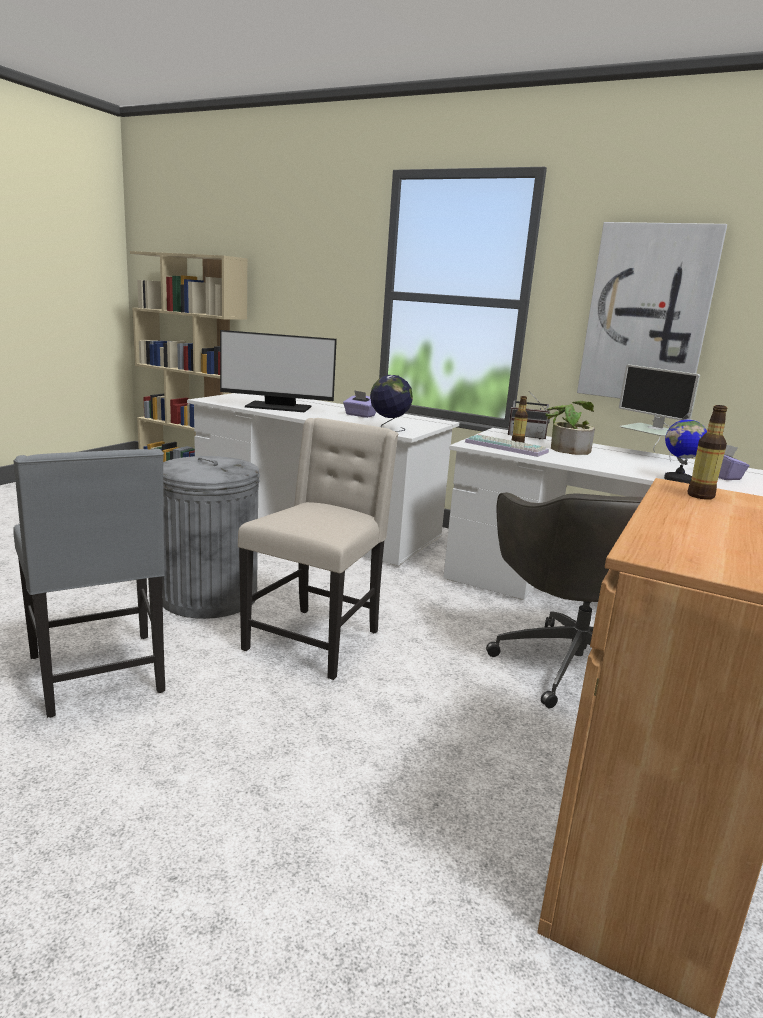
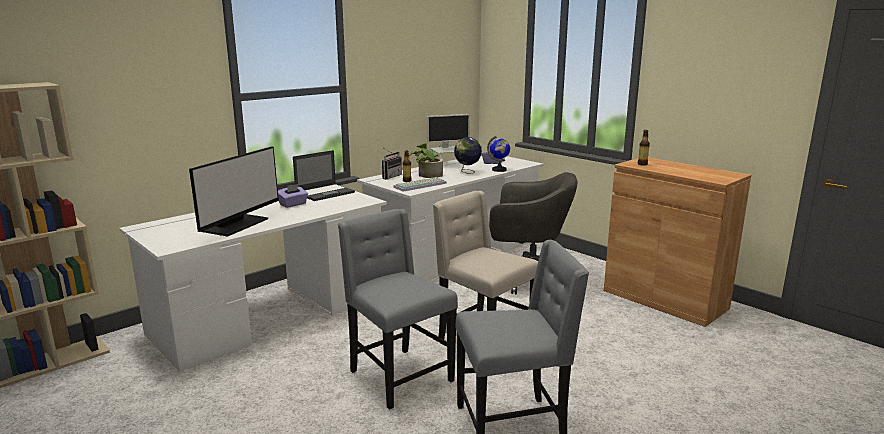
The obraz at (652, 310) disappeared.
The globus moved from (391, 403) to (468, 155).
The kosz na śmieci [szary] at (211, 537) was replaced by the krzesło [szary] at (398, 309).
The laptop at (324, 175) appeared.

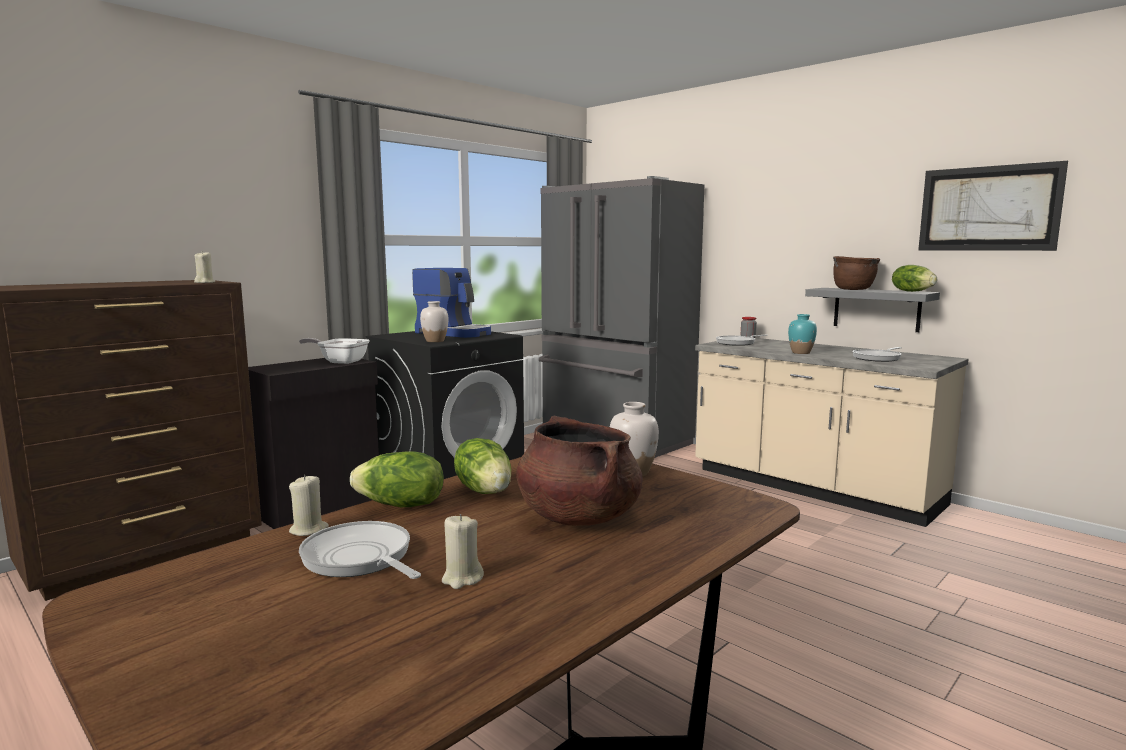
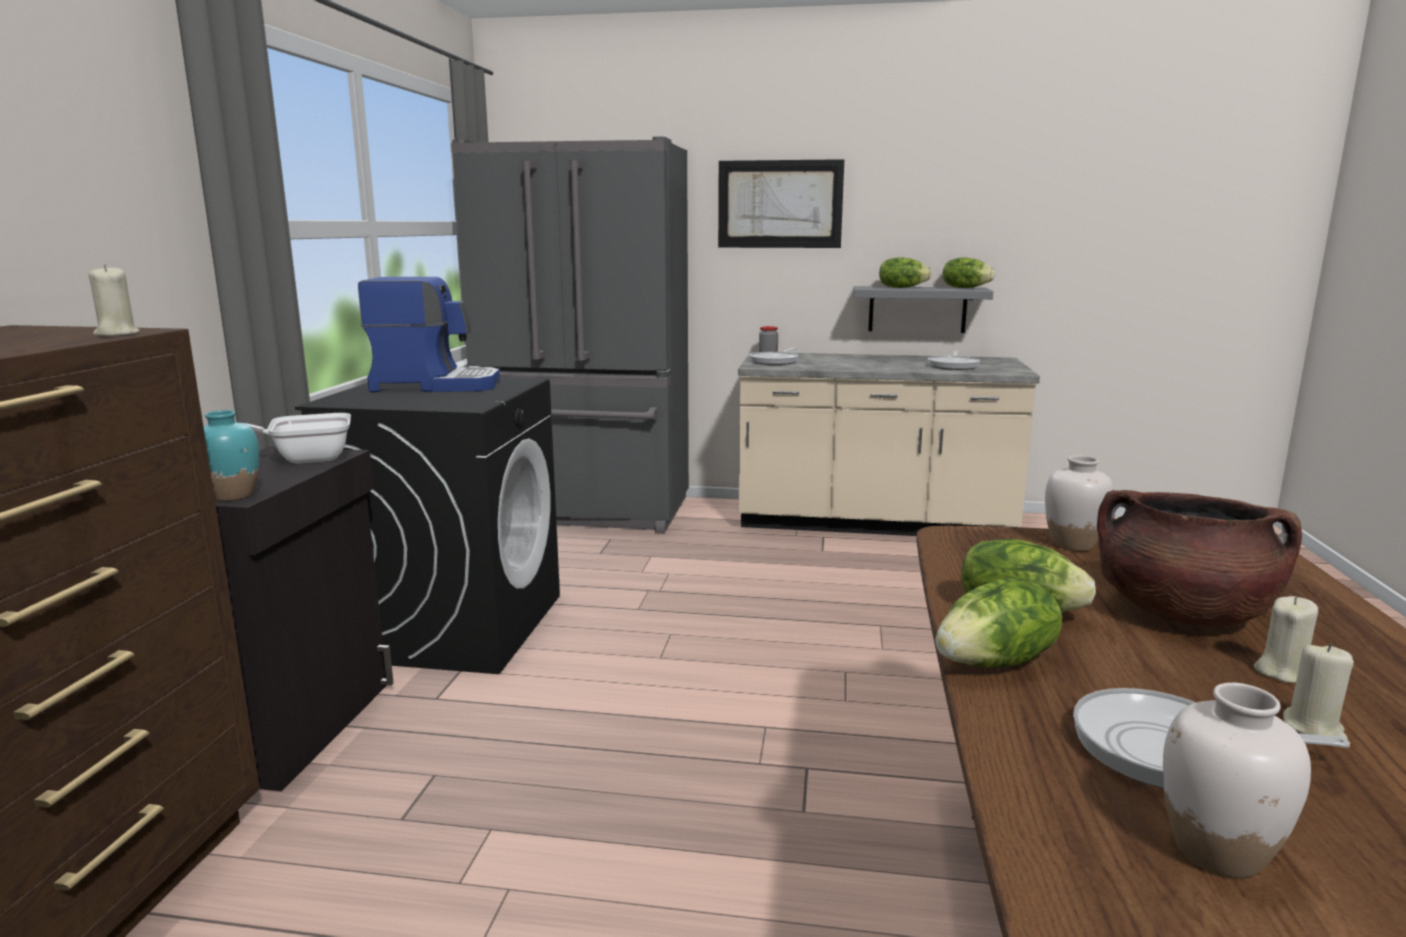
The obraz moved from (993, 206) to (781, 203).
The garnek [brązowy] at (856, 273) was replaced by the sałata at (905, 272).
The wazon [biały] moved from (434, 321) to (1237, 780).
The wazon [turkusowy] moved from (802, 334) to (231, 455).
The świeca [beżowy] moved from (309, 505) to (1286, 639).

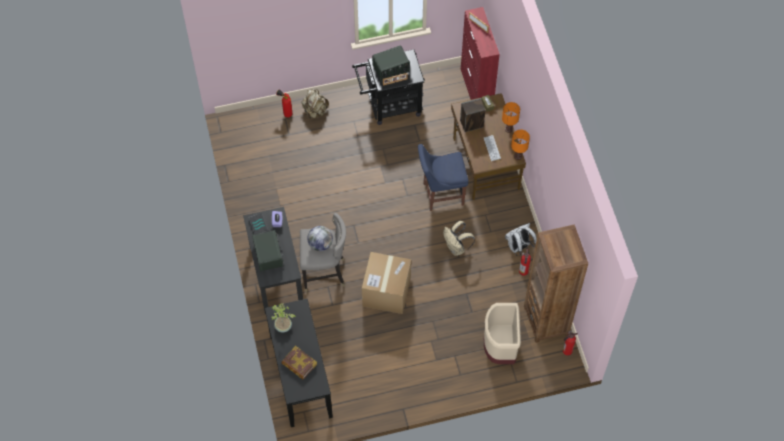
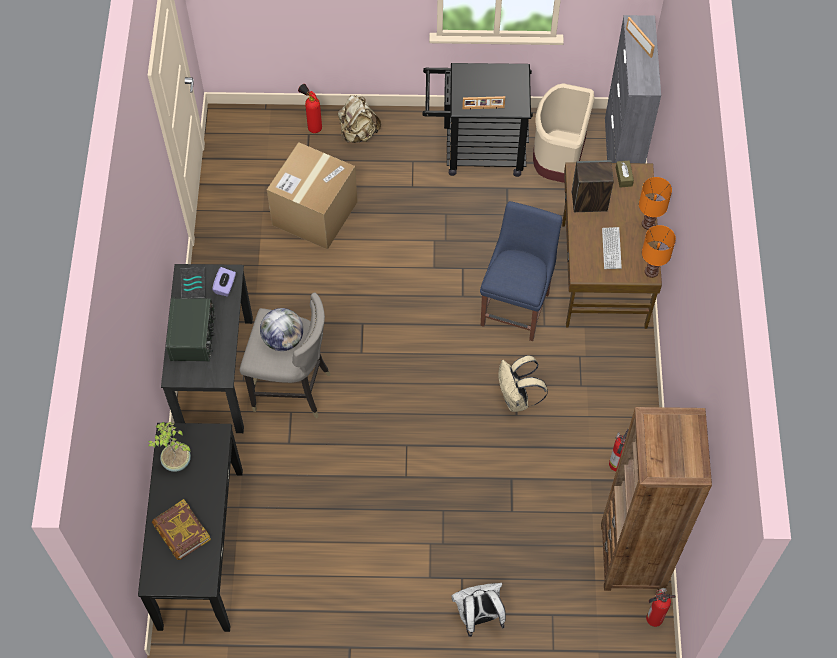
The szafka [czerwony] at (480, 53) became the szafka [szary] at (633, 89).
The radio at (391, 63) disappeared.
The krzesło [niebieski] at (443, 177) turned 105 degrees clockwise.
The plecak [biały] moved from (521, 239) to (479, 610).
The karton moved from (386, 283) to (312, 196).
The kosz na śmieci [beżowy] moved from (502, 333) to (563, 133).

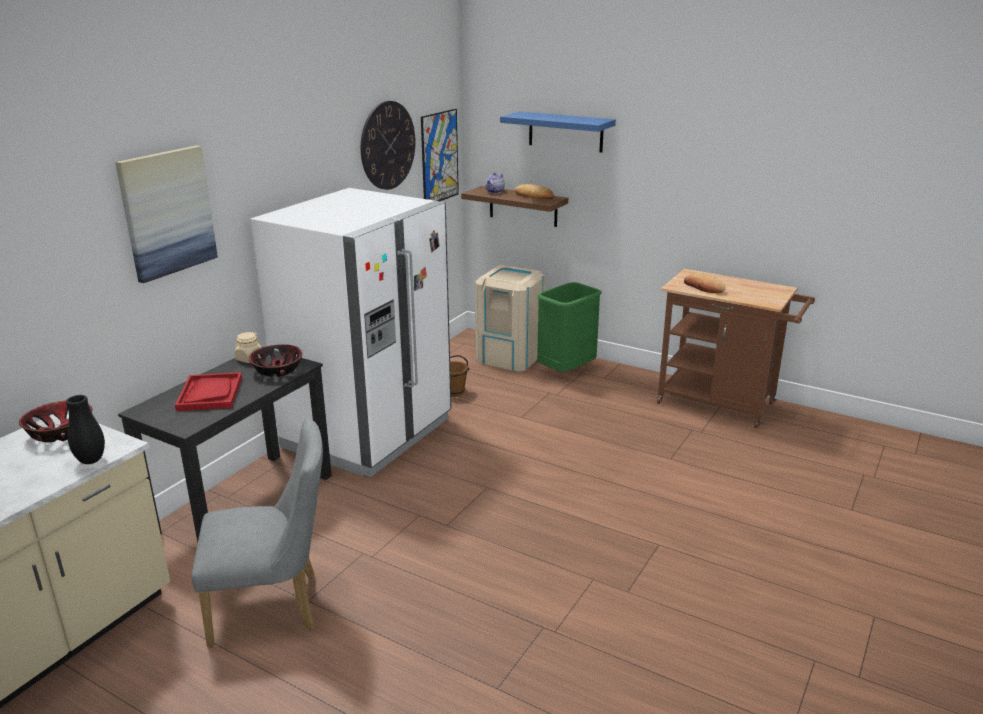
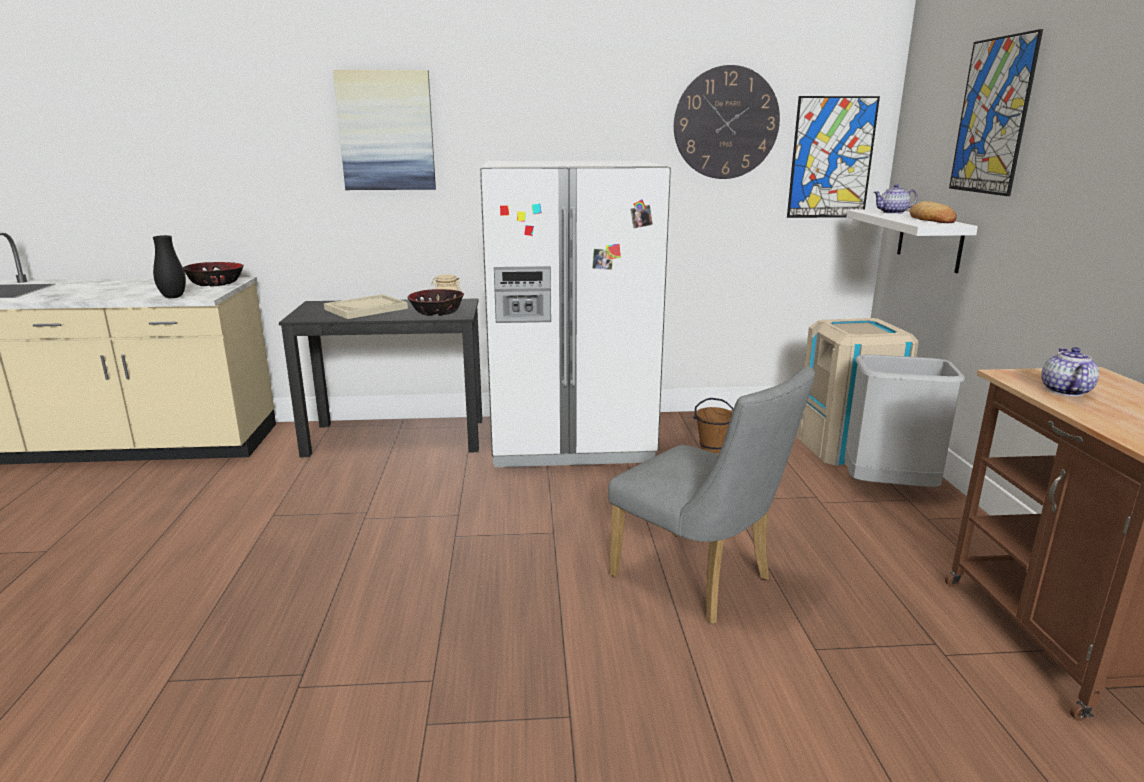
The półka [niebieski] at (558, 132) was replaced by the obraz at (996, 112).
The półka [brązowy] at (514, 206) became the półka [biały] at (912, 241).
The chleb at (704, 283) was replaced by the imbryk at (1070, 371).
The kosz na śmieci [zielony] at (569, 327) became the kosz na śmieci [szary] at (904, 421).
The taca [czerwony] at (208, 391) became the taca [beżowy] at (366, 306).
The krzesło [szary] moved from (257, 532) to (711, 495).

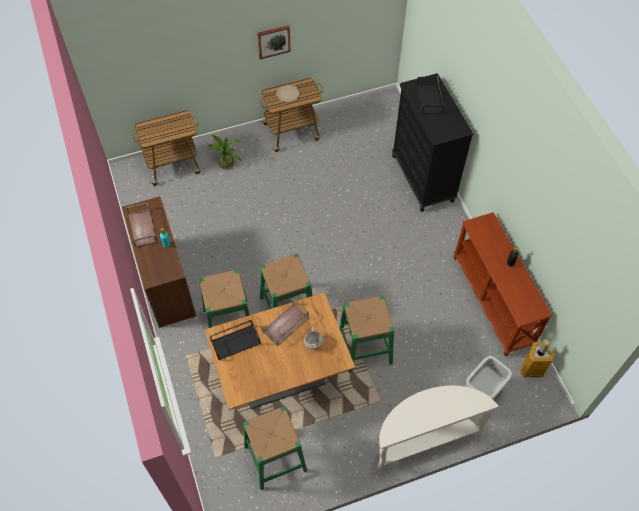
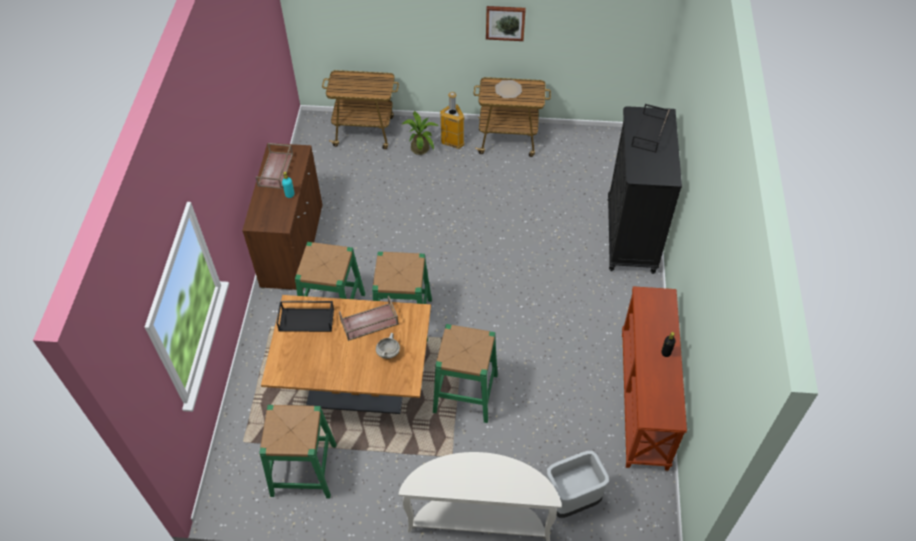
The kosz na śmieci moved from (537, 358) to (452, 120).

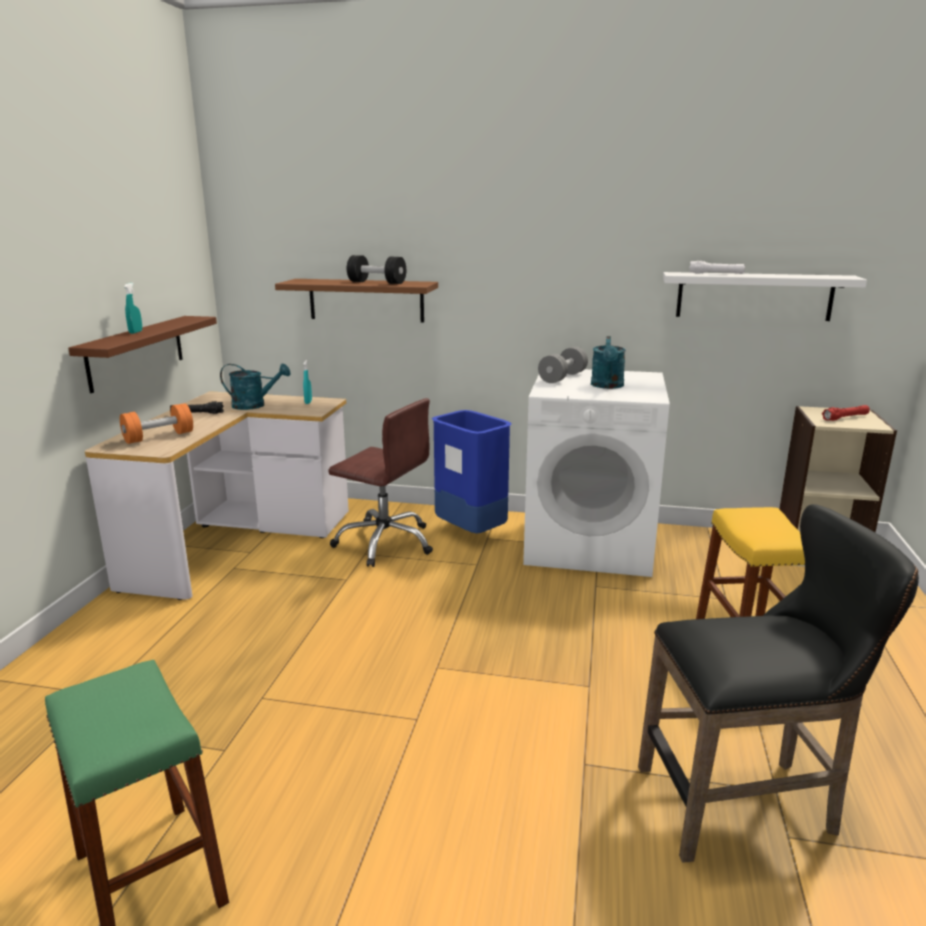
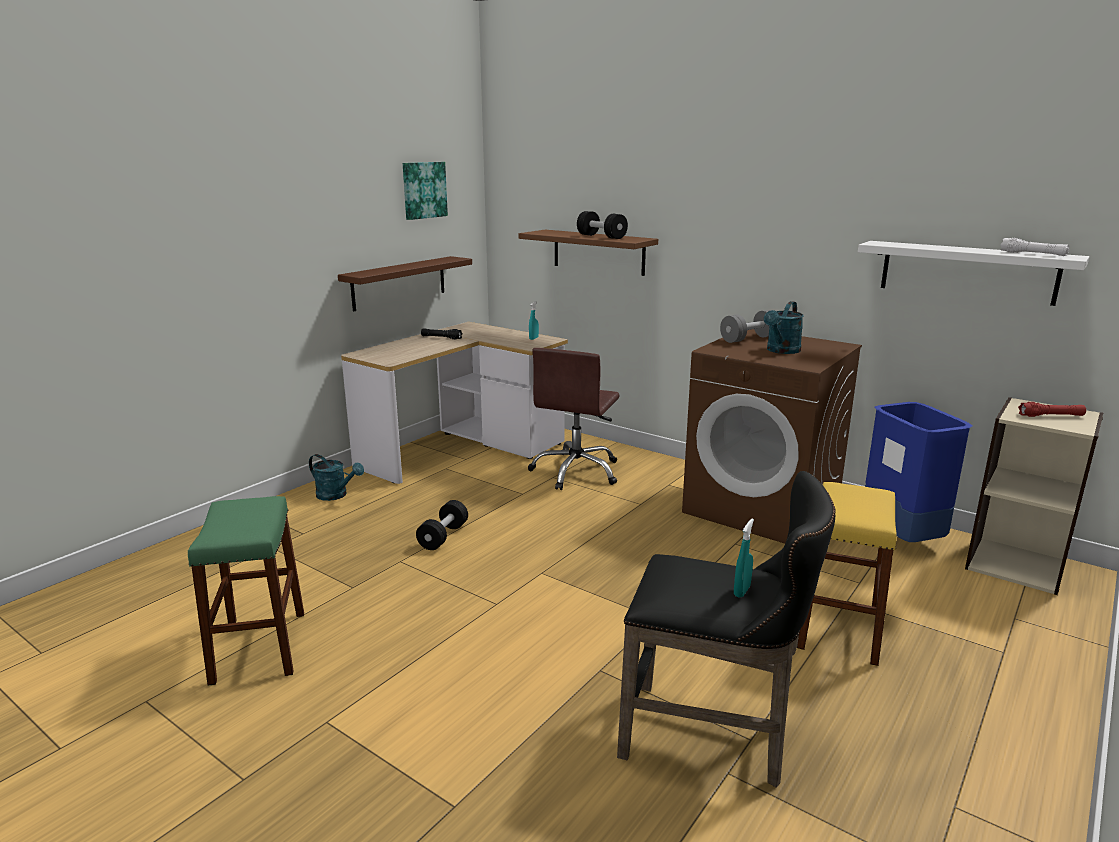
The latarka [biały] moved from (717, 267) to (1035, 247).
The spryskiwacz [turkusowy] moved from (133, 308) to (744, 558).
The konewka [turkusowy] moved from (255, 386) to (336, 477).
The pralka [biały] at (596, 473) became the pralka [brązowy] at (772, 436).
The krzesło biurowe [brązowy] at (380, 482) turned 60 degrees clockwise.
The hantel [pomarańczowy] at (156, 423) disappeared.
The kosz na śmieci [niebieski] moved from (471, 471) to (918, 472).
The obraz at (425, 191) appeared.
The hantel [czarny] at (442, 525) appeared.

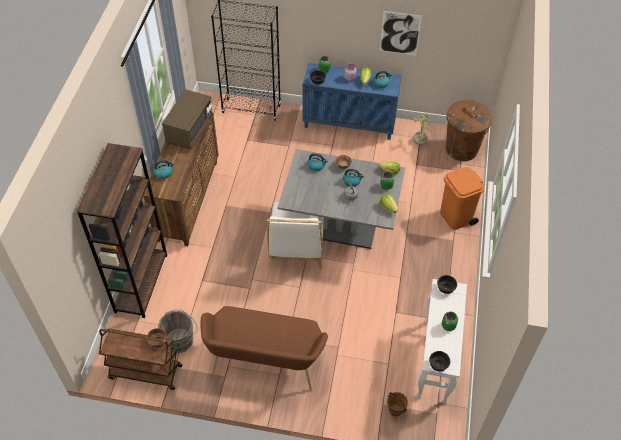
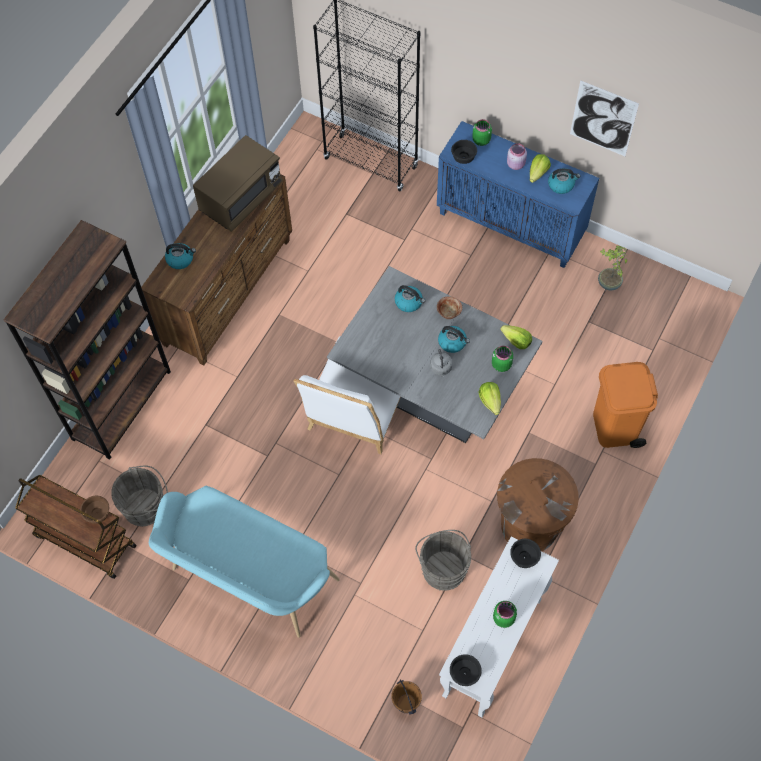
The kosz na śmieci [brązowy] moved from (469, 130) to (538, 504).
The ławka [brązowy] at (264, 348) became the ławka [turkusowy] at (244, 562).
The wiadro [szary] at (443, 560) appeared.

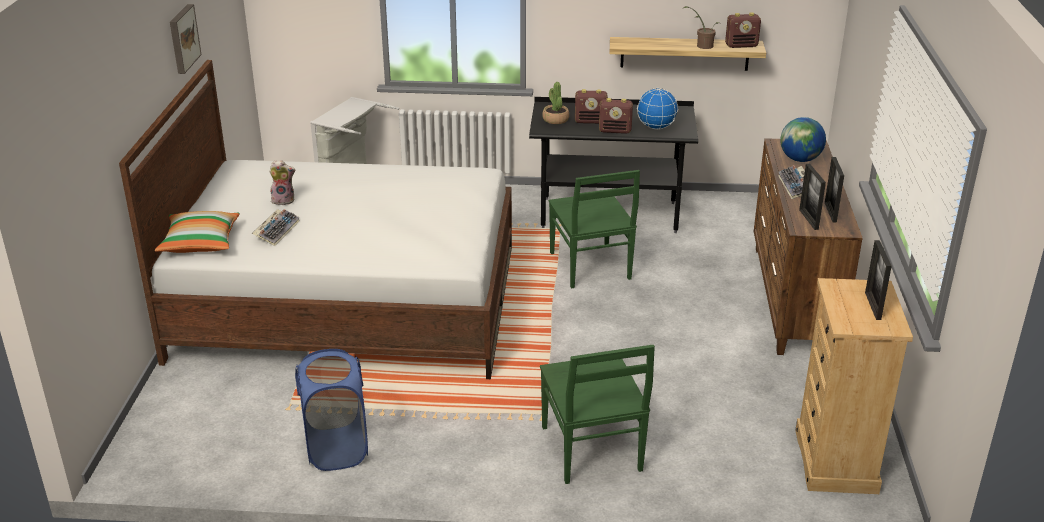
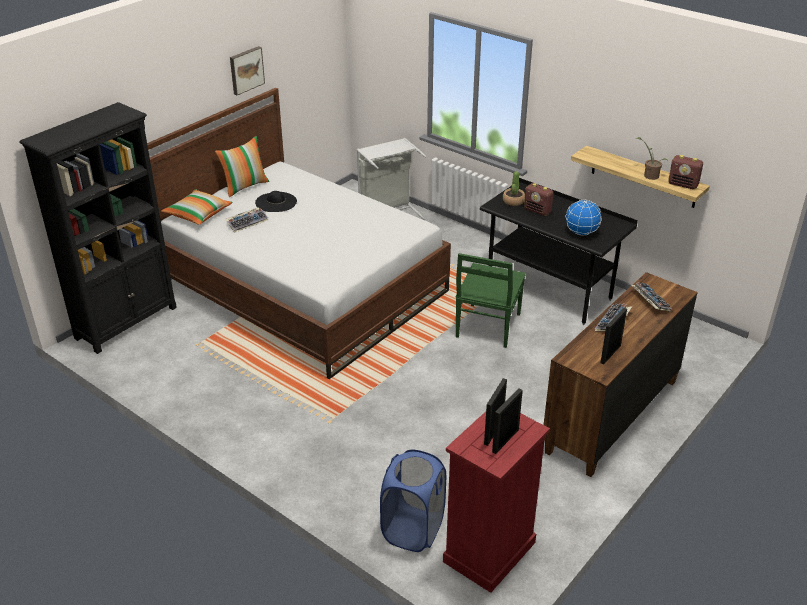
The radio at (616, 116) disappeared.
The globus at (803, 139) was replaced by the klawiatura at (651, 297).
The pluszak at (282, 182) was replaced by the kapelusz [czarny] at (276, 201).
The ramka na zdjęcie moved from (812, 197) to (495, 412).
The komoda [beżowy] at (854, 386) became the komoda [czerwony] at (496, 502).
The krzesło [zielony] at (597, 414) disappeared.
The kosz na pranie [niebieski] moved from (331, 410) to (413, 501).
The regał [czarny] at (98, 228) appeared.
The poduszka at (242, 166) appeared.

